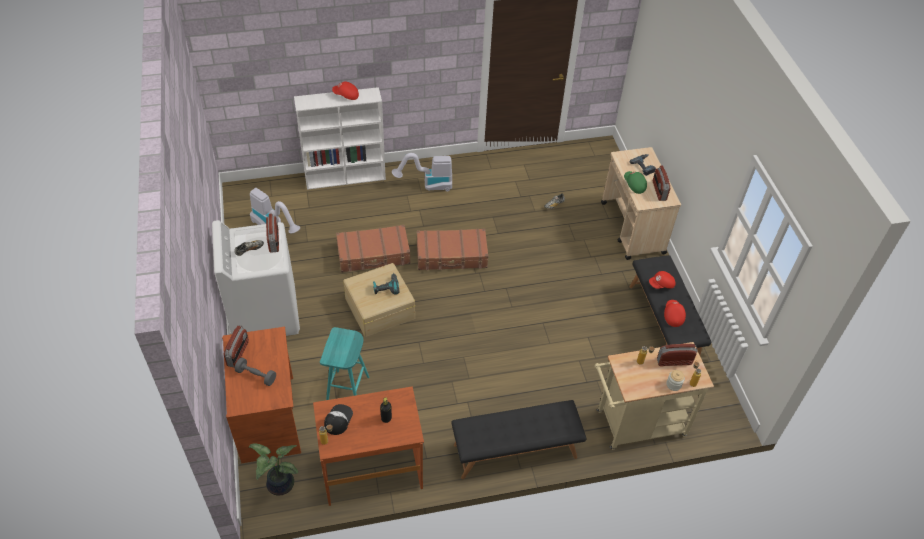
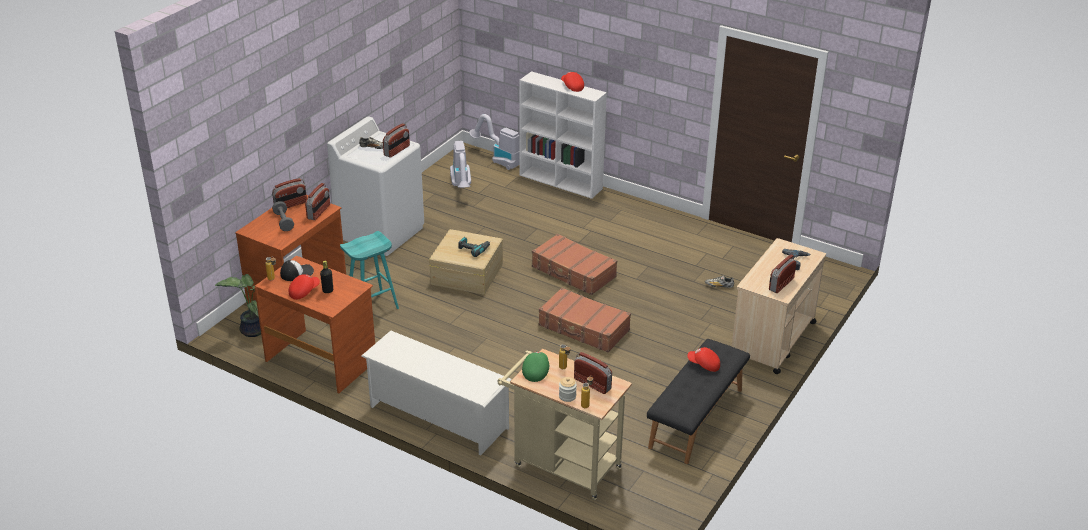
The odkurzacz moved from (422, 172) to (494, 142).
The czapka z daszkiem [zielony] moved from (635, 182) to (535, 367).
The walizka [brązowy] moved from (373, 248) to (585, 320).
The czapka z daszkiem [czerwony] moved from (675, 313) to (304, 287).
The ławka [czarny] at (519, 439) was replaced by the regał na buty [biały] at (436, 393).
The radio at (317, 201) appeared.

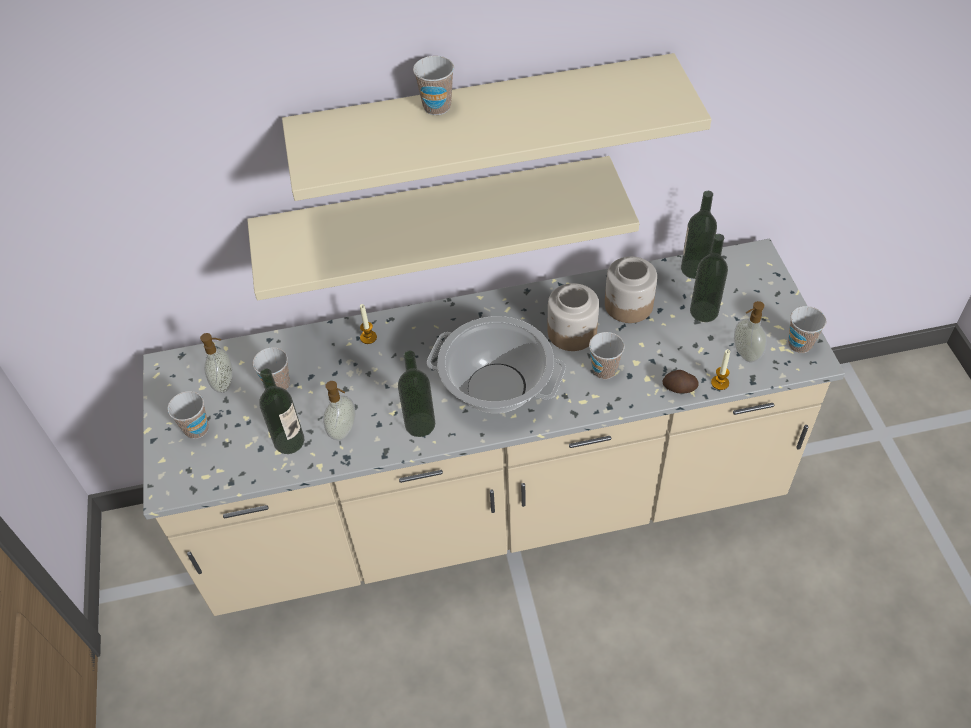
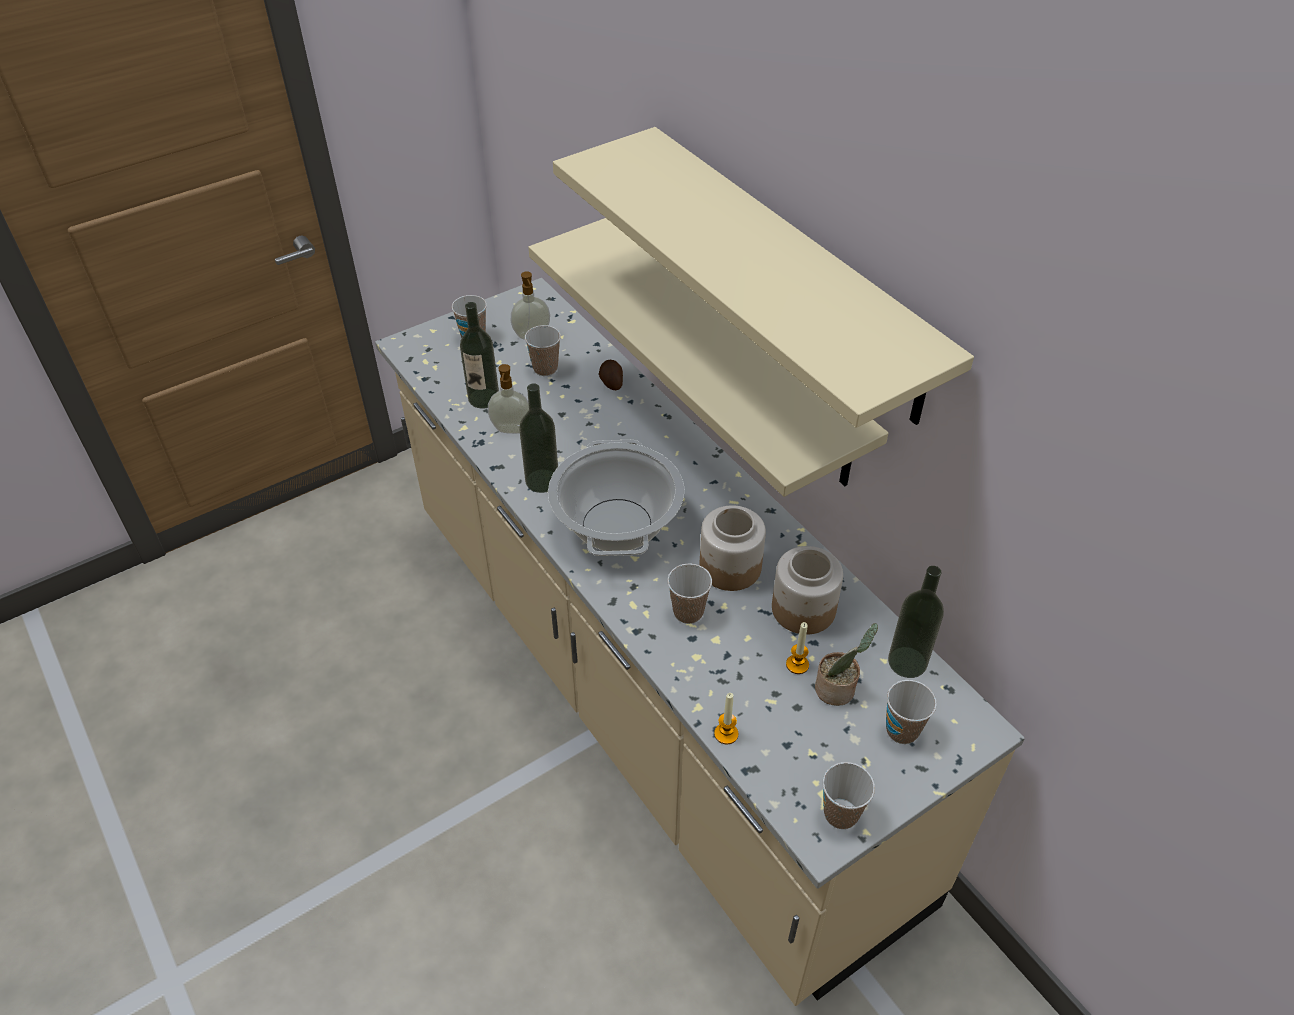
The filiżanka moved from (433, 85) to (911, 712).
The butelka at (709, 278) was replaced by the roślina doniczkowa at (846, 664).
The dozownik mydła at (750, 331) disappeared.
The świeca moved from (368, 324) to (797, 648).
The ziemniak moved from (680, 381) to (611, 375).

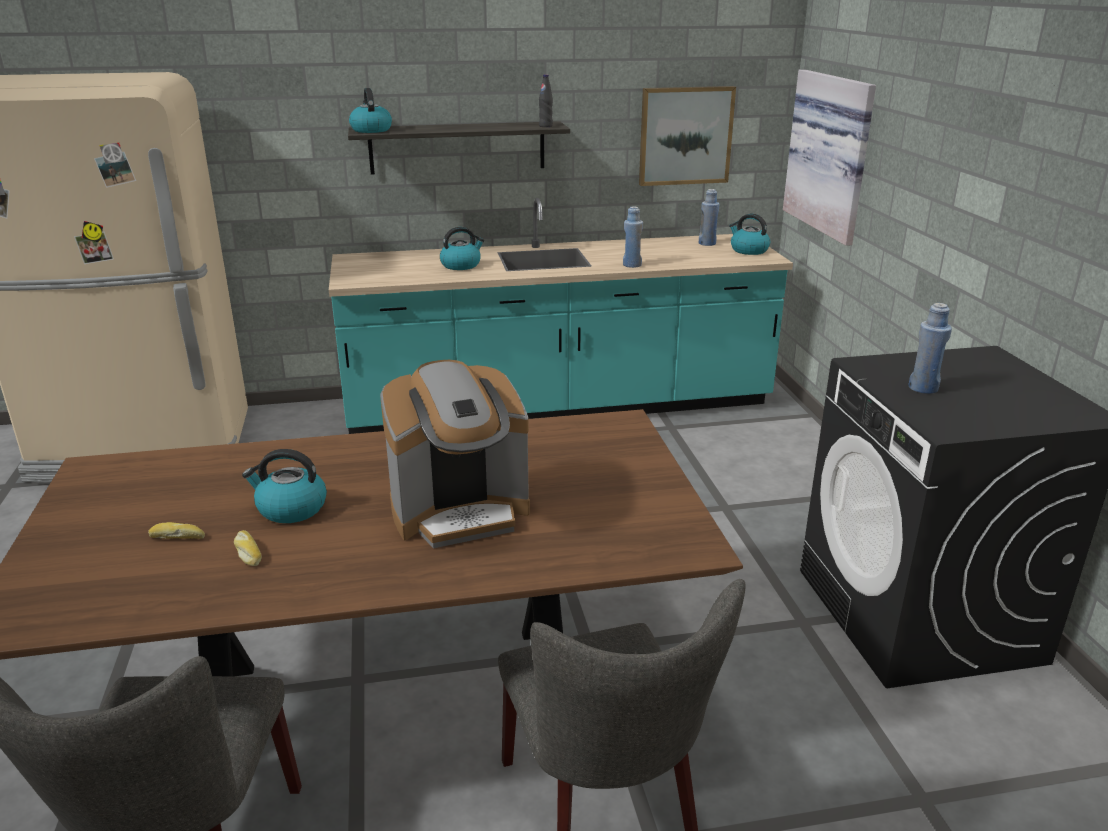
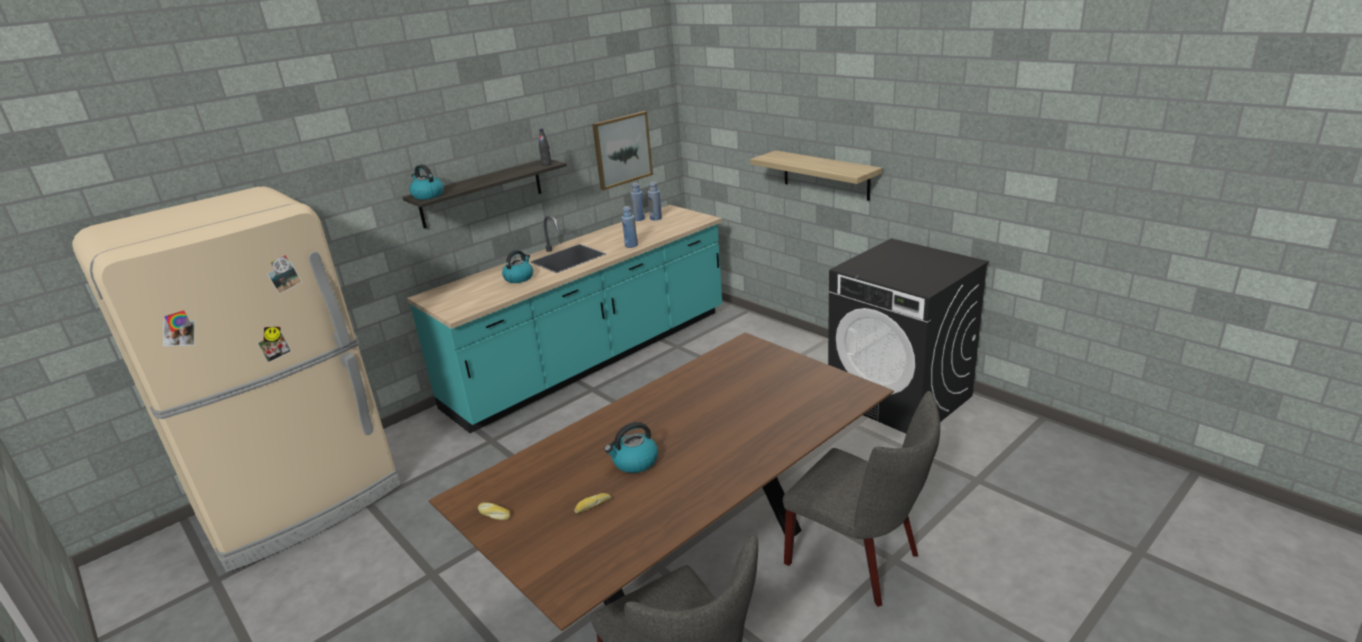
The obraz at (829, 157) disappeared.
The czajnik at (749, 234) disappeared.
The butelka [niebieski] moved from (930, 348) to (637, 202).
The ekspres do kawy at (455, 454) disappeared.
The chleb moved from (248, 548) to (494, 511).
The półka at (816, 175) appeared.

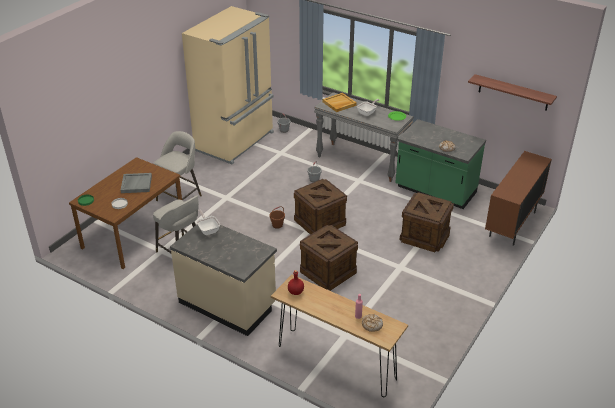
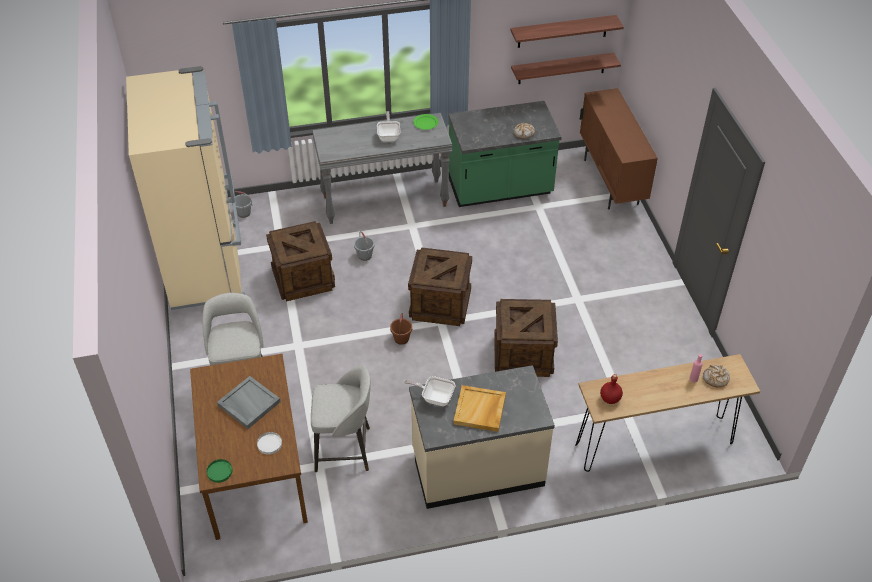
The taca [beżowy] moved from (340, 102) to (479, 408).
The skrzynka moved from (427, 222) to (300, 261).
The półka at (566, 68) appeared.

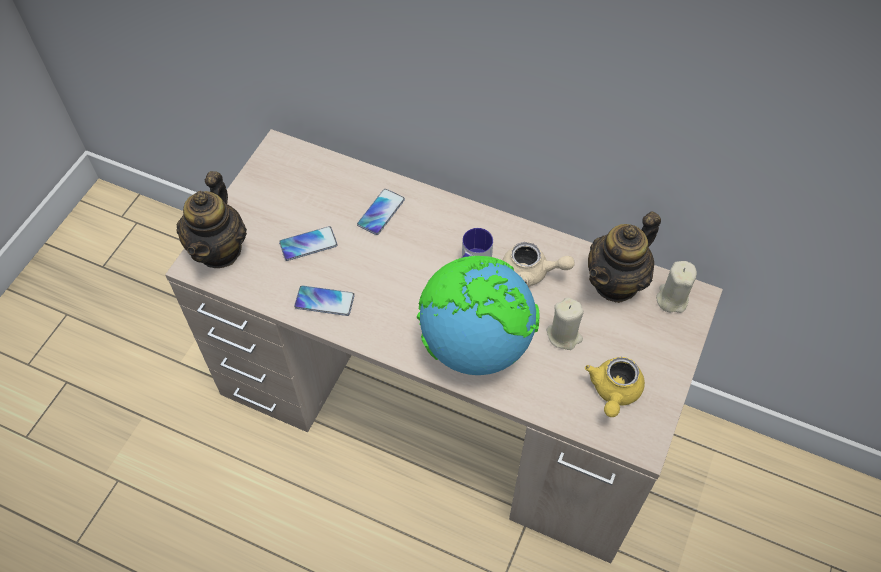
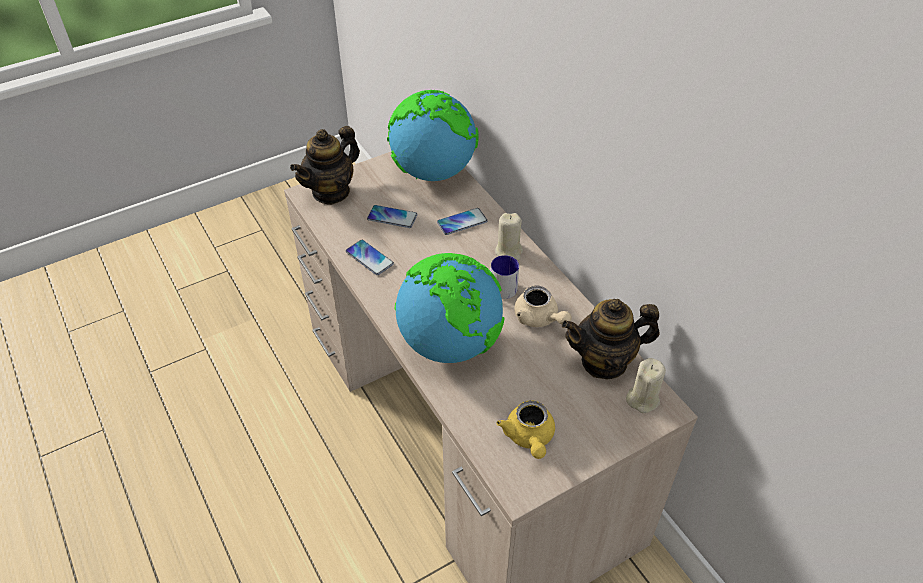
The świeca [beżowy] moved from (565, 323) to (509, 237).
The imbryk [żółty] at (615, 387) turned 60 degrees counterclockwise.
The globus at (433, 135) appeared.

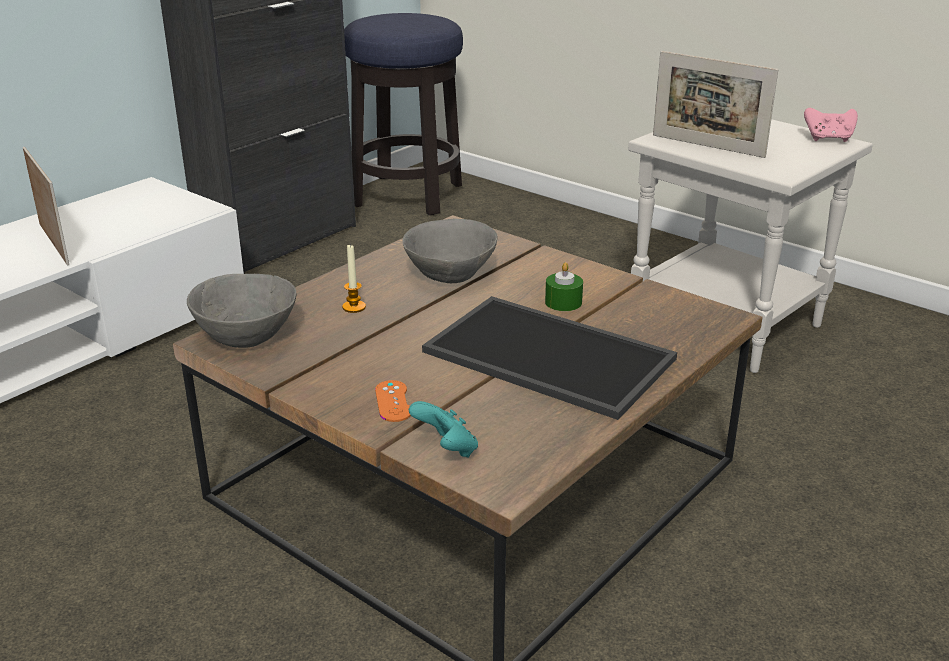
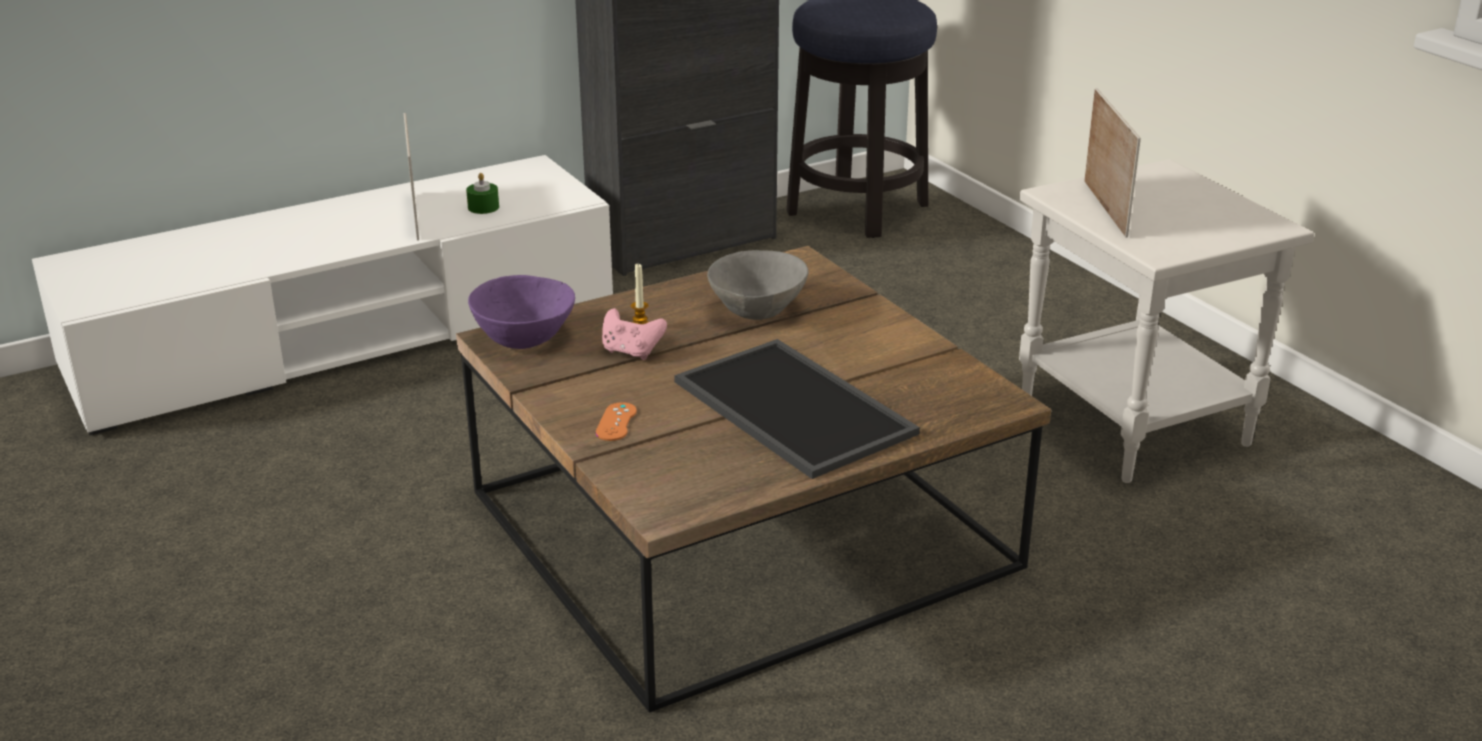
The ramka na zdjęcie at (715, 104) turned 150 degrees counterclockwise.
The pad do gier [różowy] moved from (831, 125) to (634, 334).
The świeca [zielony] moved from (564, 286) to (482, 193).
The miska [szary] at (241, 311) became the miska [fioletowy] at (521, 312).
The pad do gier [turkusowy] at (443, 429) disappeared.

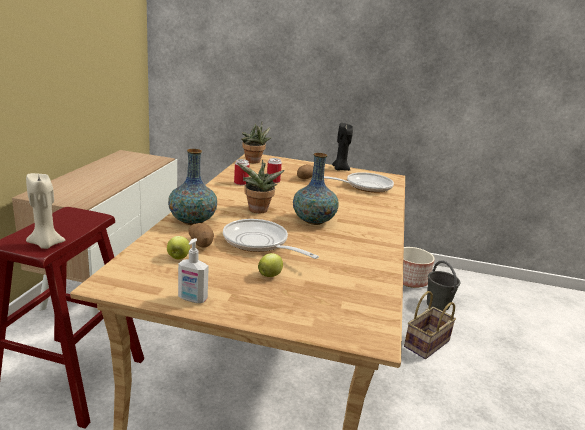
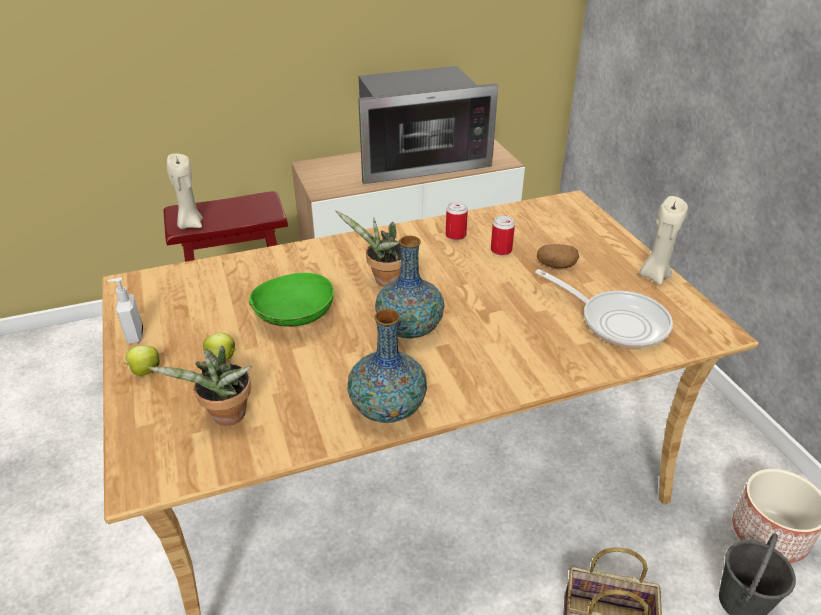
The roślina doniczkowa moved from (256, 142) to (200, 386).
The świeca [czarny] at (342, 147) became the świeca [beżowy] at (664, 240).
The wazon moved from (192, 187) to (387, 366).
The patelnia at (271, 239) was replaced by the miska [zielony] at (291, 300).
The ziemniak at (201, 235) disappeared.
The jabłko moved from (178, 247) to (142, 360).
The mikrofalówka at (428, 125) appeared.

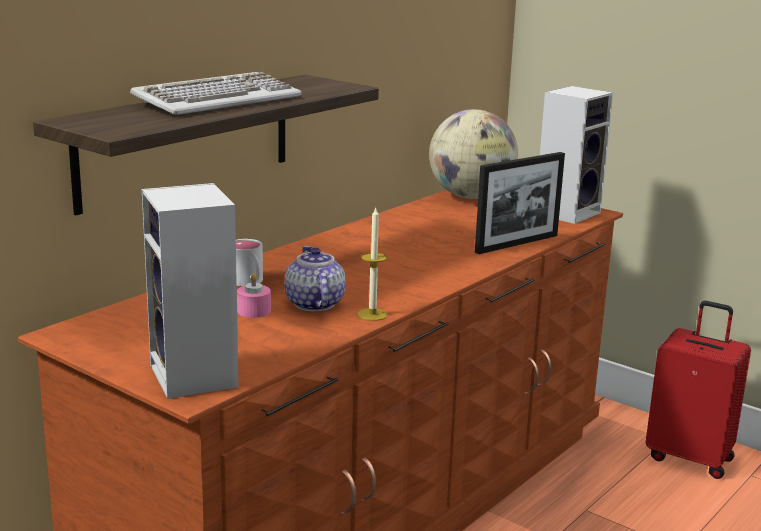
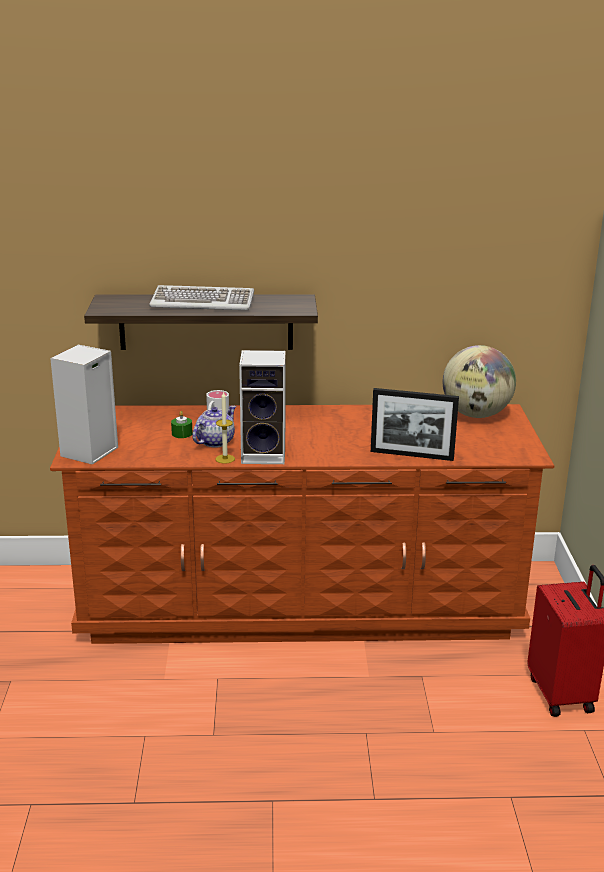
The głośnik moved from (576, 155) to (262, 407).
The świeca [różowy] at (254, 295) became the świeca [zielony] at (182, 424).

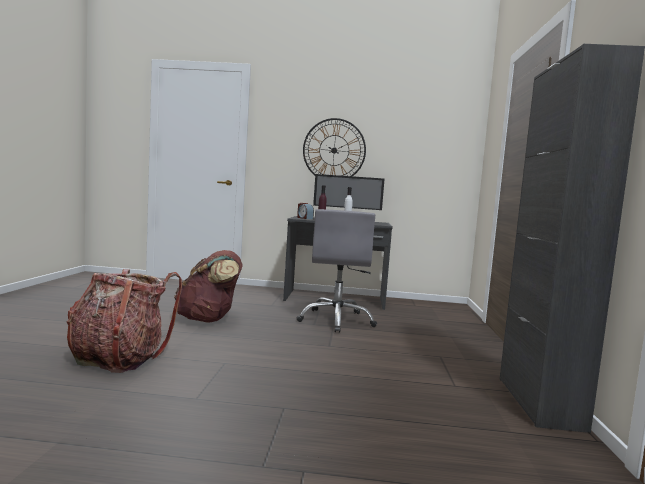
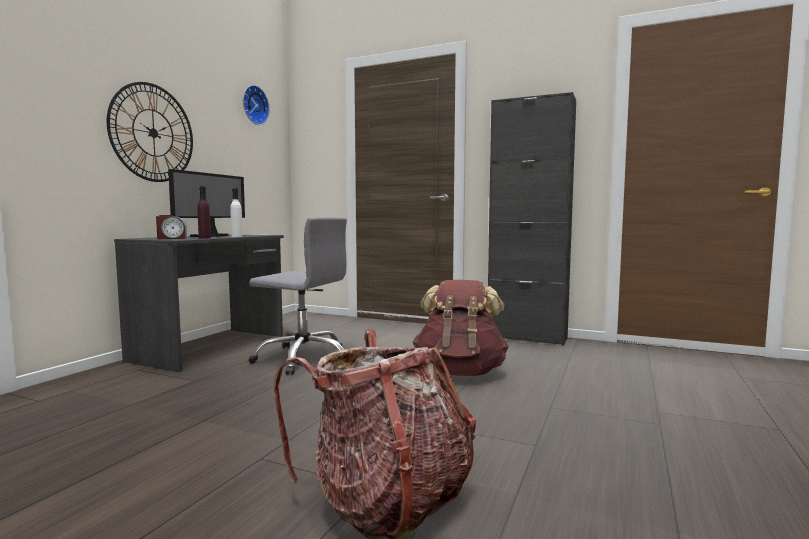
The plecak [brązowy] moved from (208, 286) to (461, 328).
The zegar ścienny at (256, 105) appeared.

